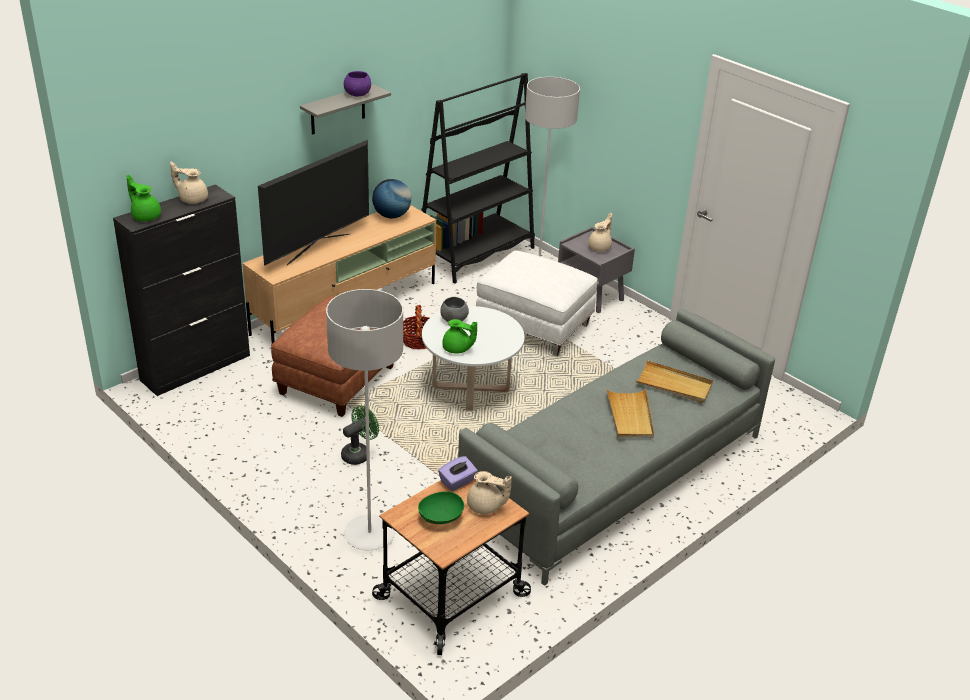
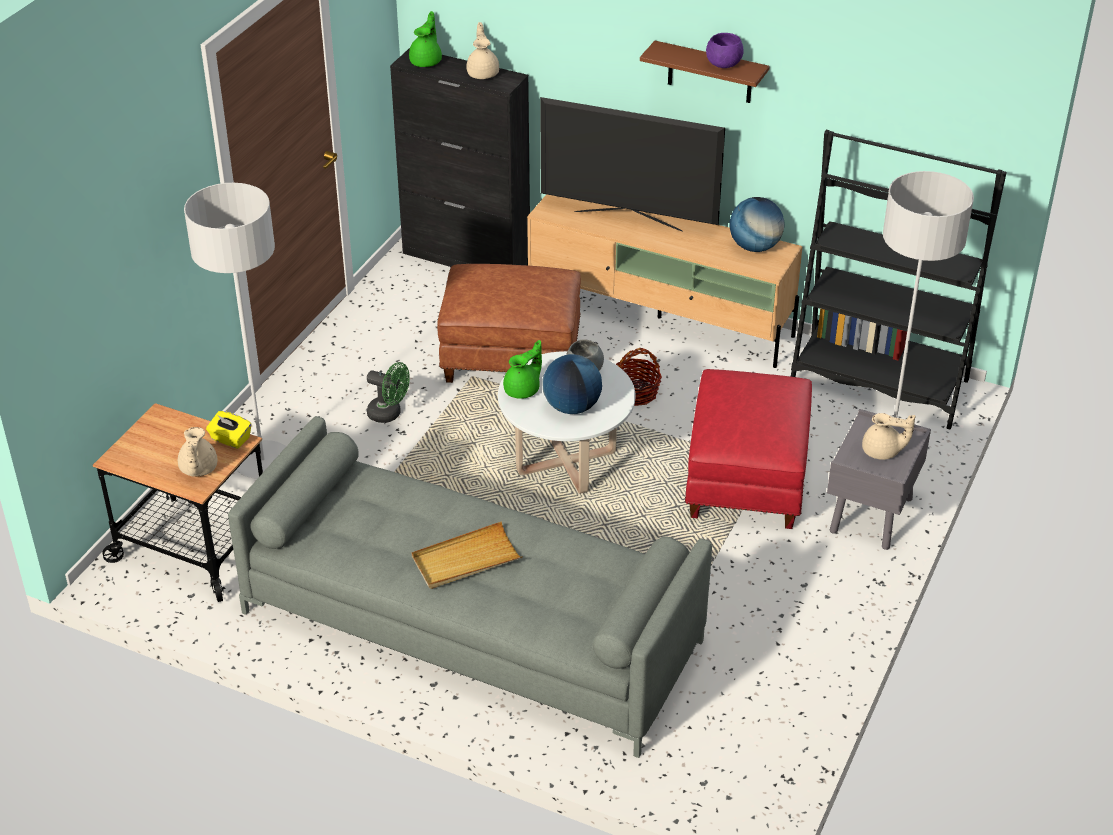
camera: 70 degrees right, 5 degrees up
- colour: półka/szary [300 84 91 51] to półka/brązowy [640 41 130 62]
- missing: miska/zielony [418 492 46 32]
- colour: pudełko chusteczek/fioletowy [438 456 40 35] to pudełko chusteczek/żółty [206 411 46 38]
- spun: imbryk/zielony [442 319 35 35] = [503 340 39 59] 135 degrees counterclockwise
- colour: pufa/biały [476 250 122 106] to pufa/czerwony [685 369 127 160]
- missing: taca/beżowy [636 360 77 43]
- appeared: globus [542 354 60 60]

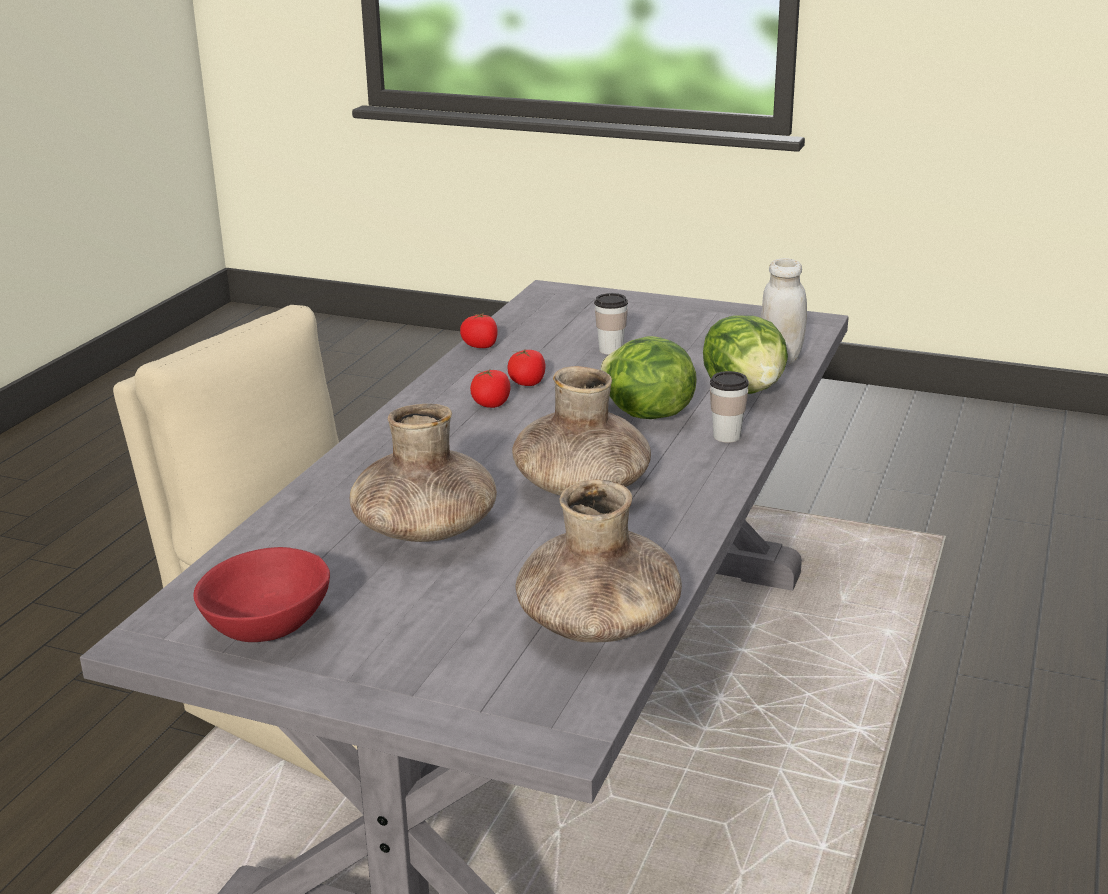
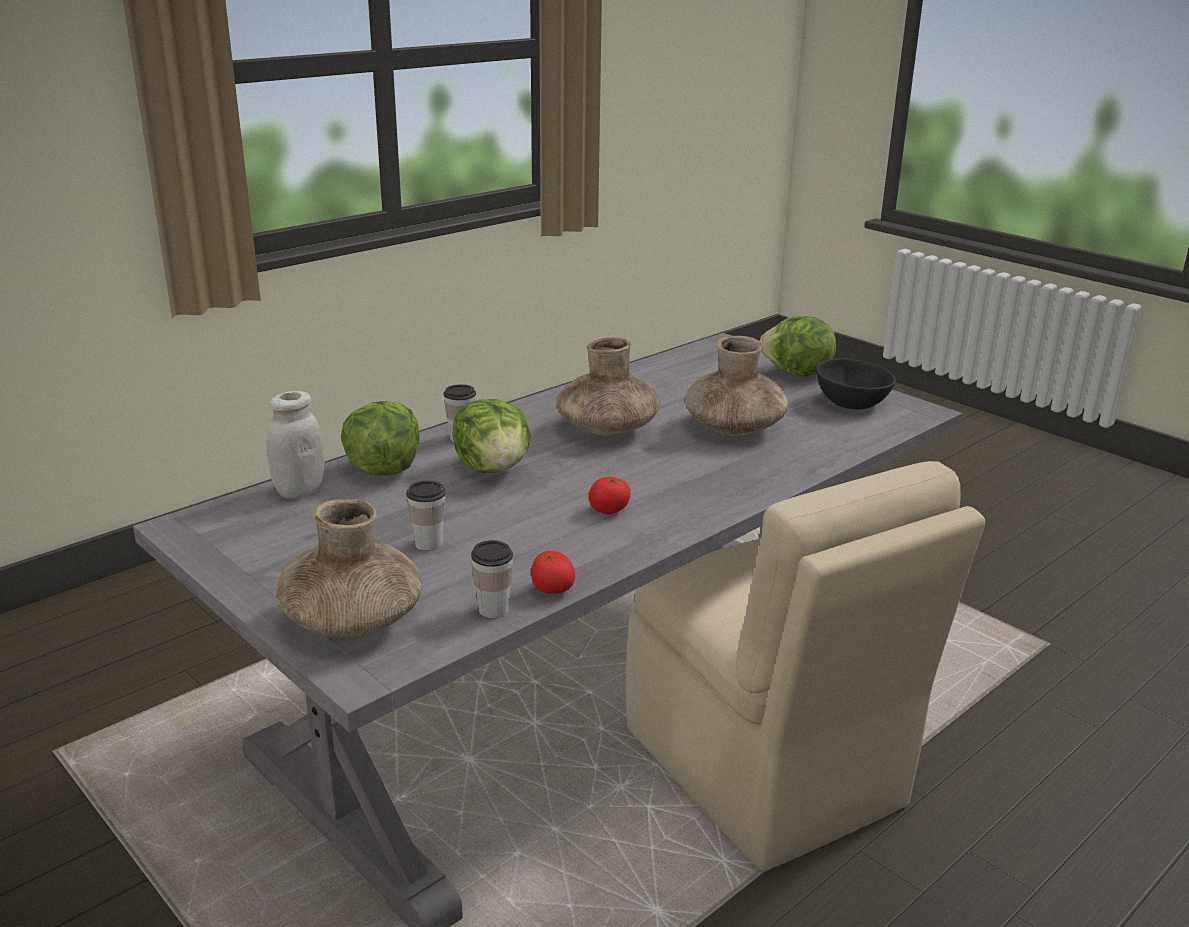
camera: 155 degrees left, 0 degrees up
- colour: miska/czerwony [193 547 137 95] to miska/czarny [816 358 80 51]
- missing: pomidor [507 349 39 37]
- relocated: wazon/brązowy [516 480 166 163] to [276 499 146 138]
- appeared: filiżanka [471 540 42 78]
- appeared: sałata [759 315 77 62]

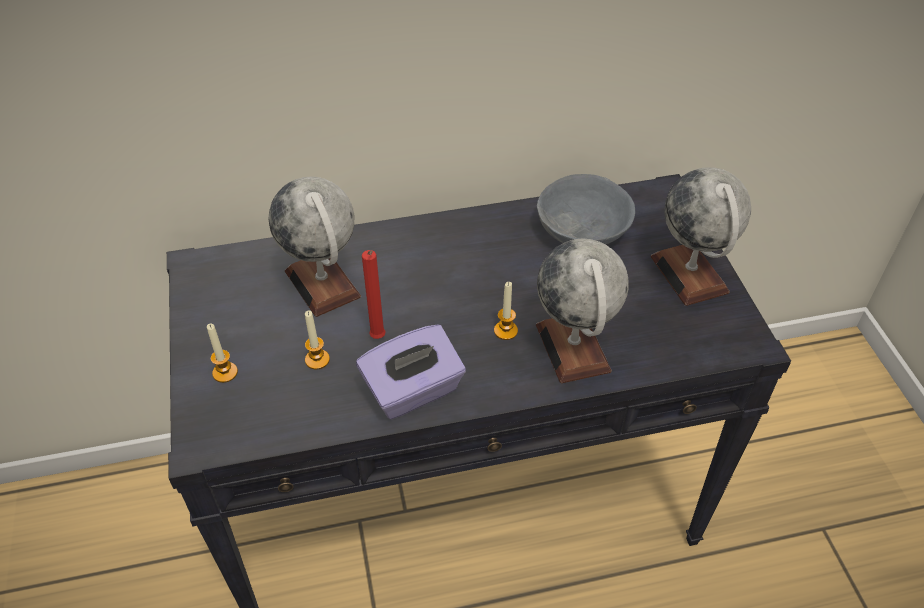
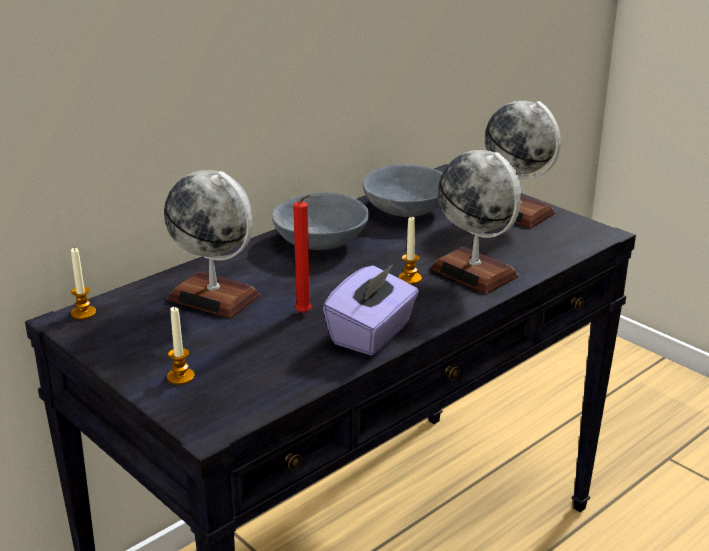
camera: 30 degrees left, 20 degrees down
- relocated: świeca [305 310 25 60] to [71 247 25 72]
- appeared: miska/szary [272 192 98 58]

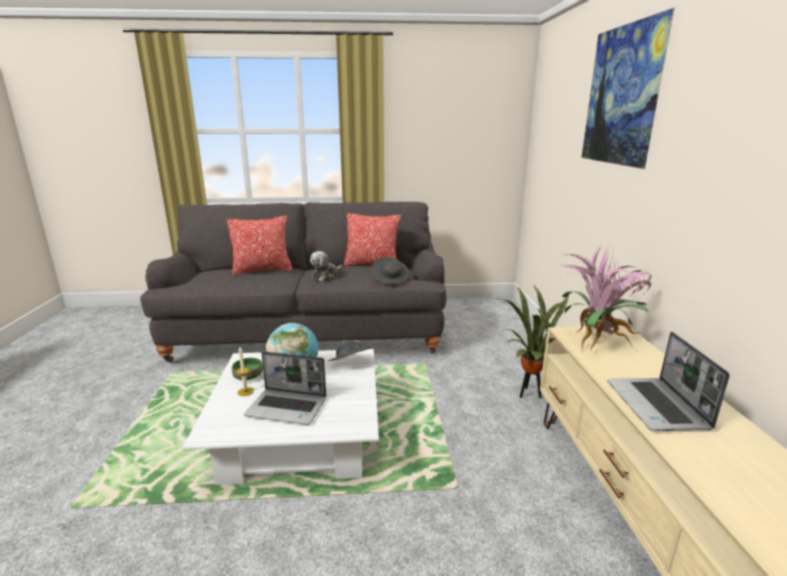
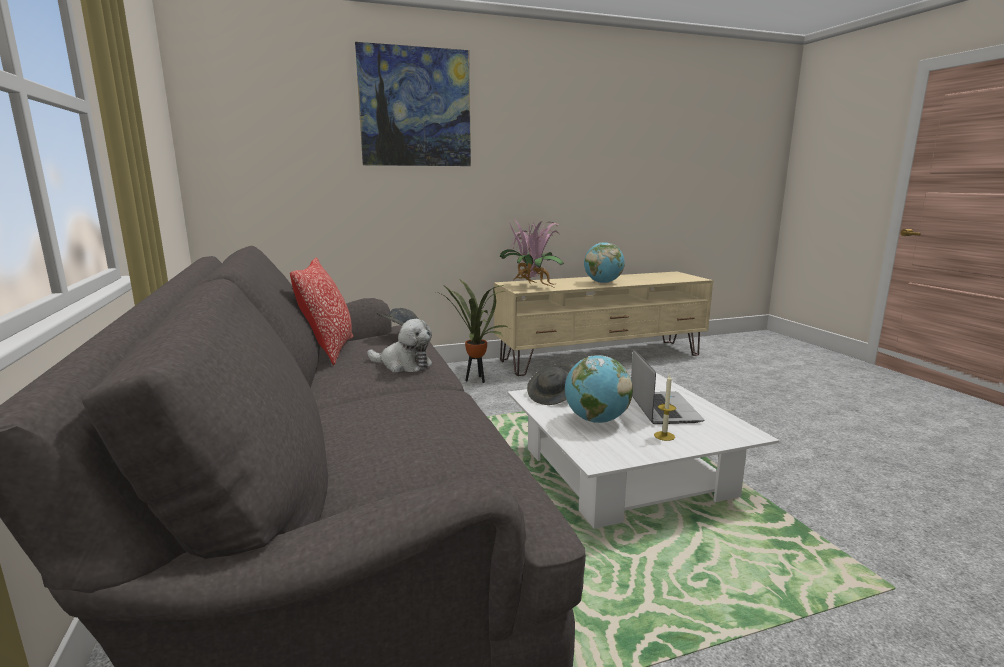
camera: 105 degrees left, 5 degrees down
- missing: poduszka [227 216 65 60]
- missing: miska/zielony [232 358 31 22]
- exchanged: laptop [607 332 123 99] to globus [584 242 41 41]

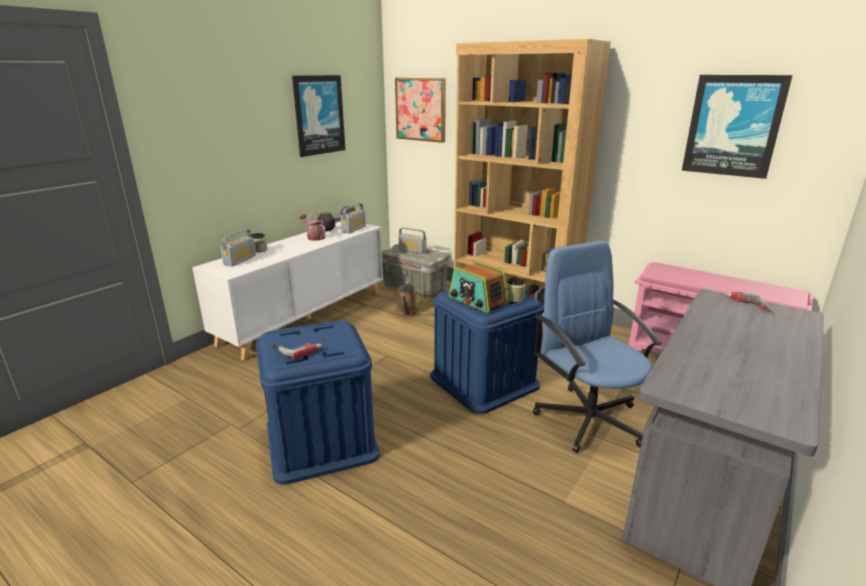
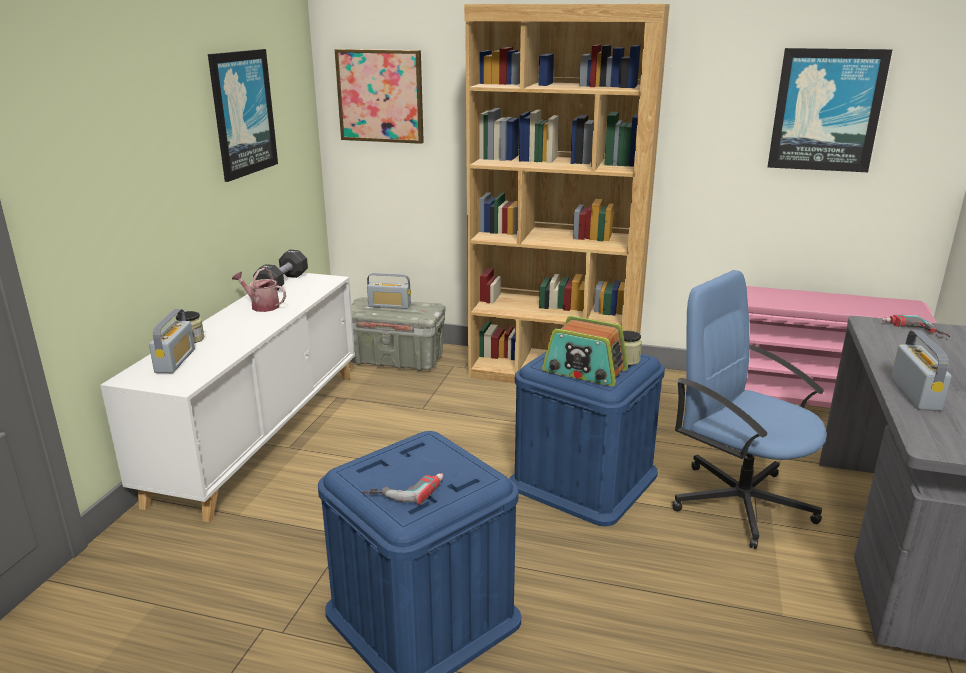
camera: 20 degrees left, 0 degrees up
- relocated: radio [341 203 25 30] to [891 330 61 81]
- missing: konewka/brązowy [395 282 24 34]

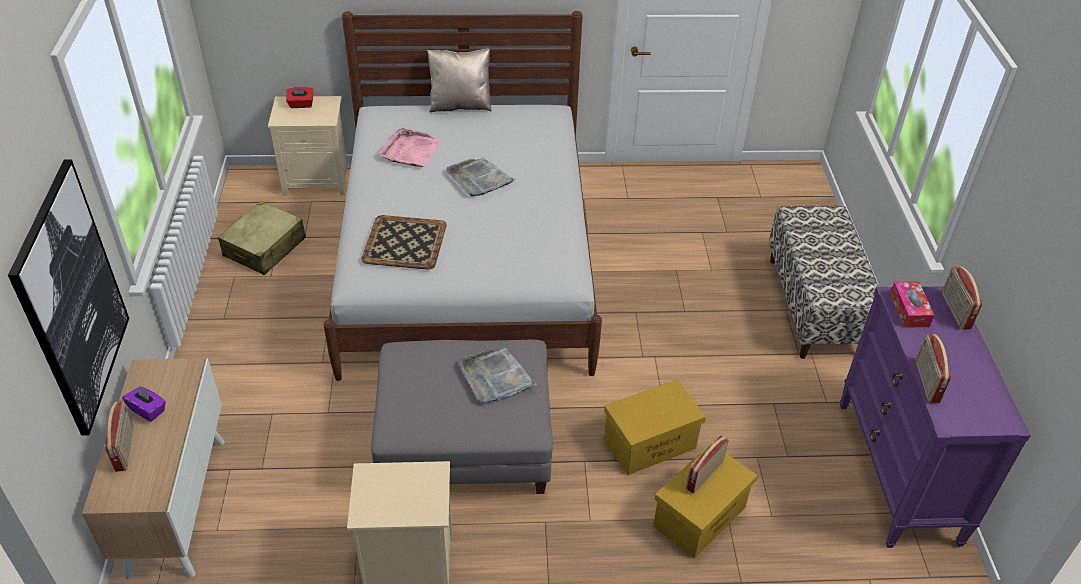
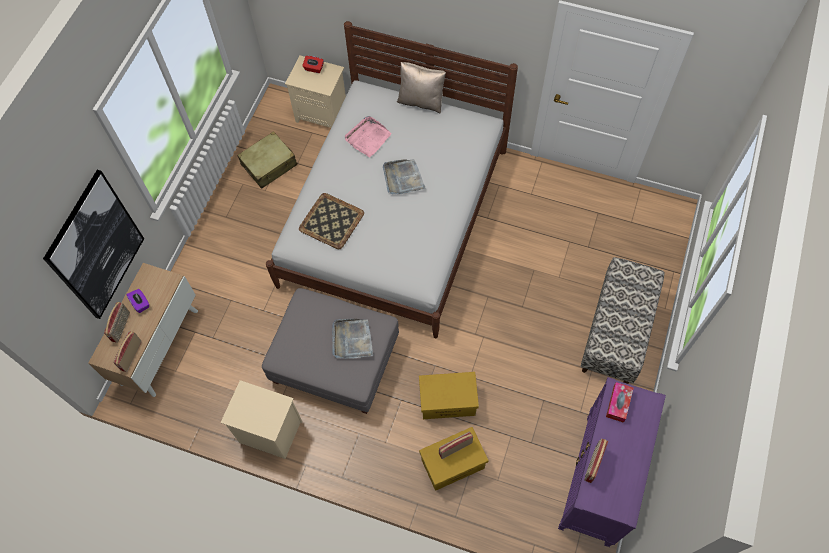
camera: 25 degrees right, 20 degrees up
- relocated: radio [942 266 40 63] to [113 331 29 41]

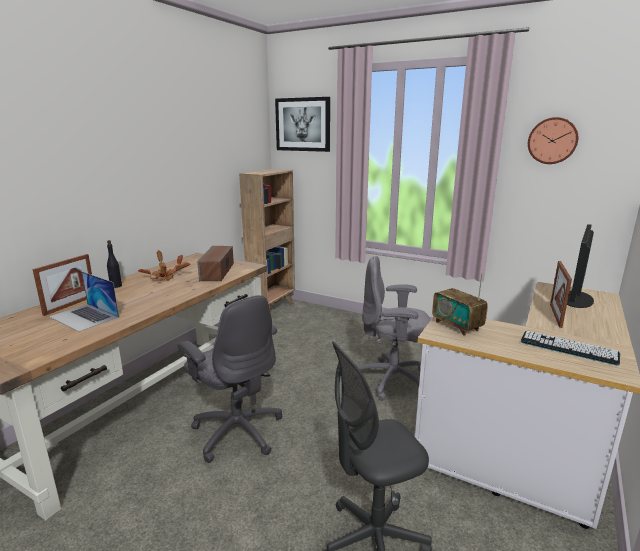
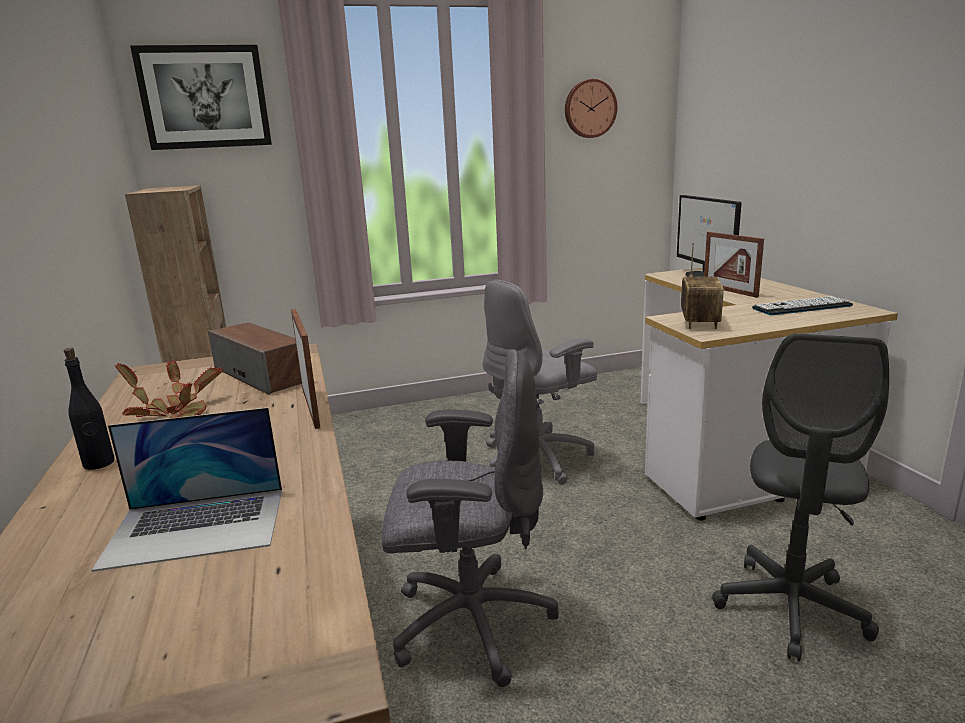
camera: 45 degrees left, 0 degrees up
- relocated: ramka na zdjęcie [32 254 60 62] to [291 309 29 120]
- spun: radio [432 274 56 62] = [681 243 43 86] 90 degrees counterclockwise

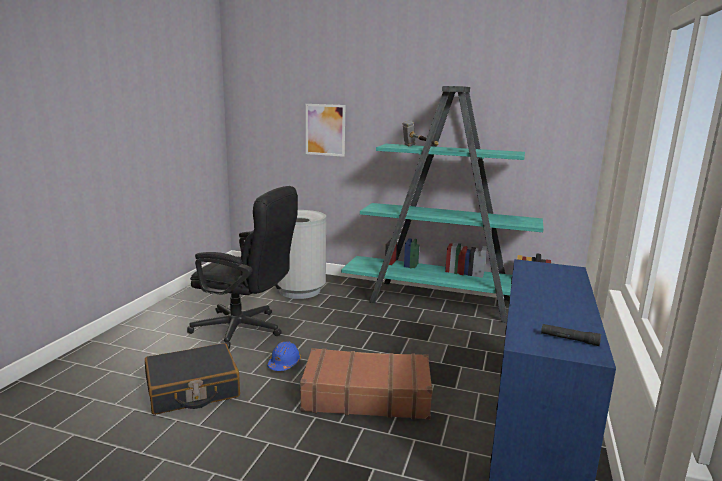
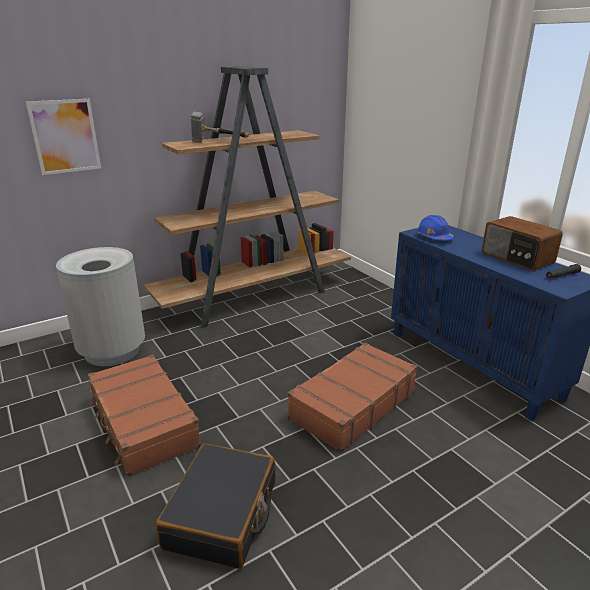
camera: 50 degrees left, 10 degrees up
- exchanged: krzesło biurowe/czarny [187 186 111 163] to walizka/brązowy [88 354 113 123]
- relocated: kask/niebieski [267 341 34 30] to [416 215 38 26]
- colour: regał/turkusowy [341 86 210 237] to regał/brązowy [144 66 207 261]
- appeared: radio [482 216 81 55]

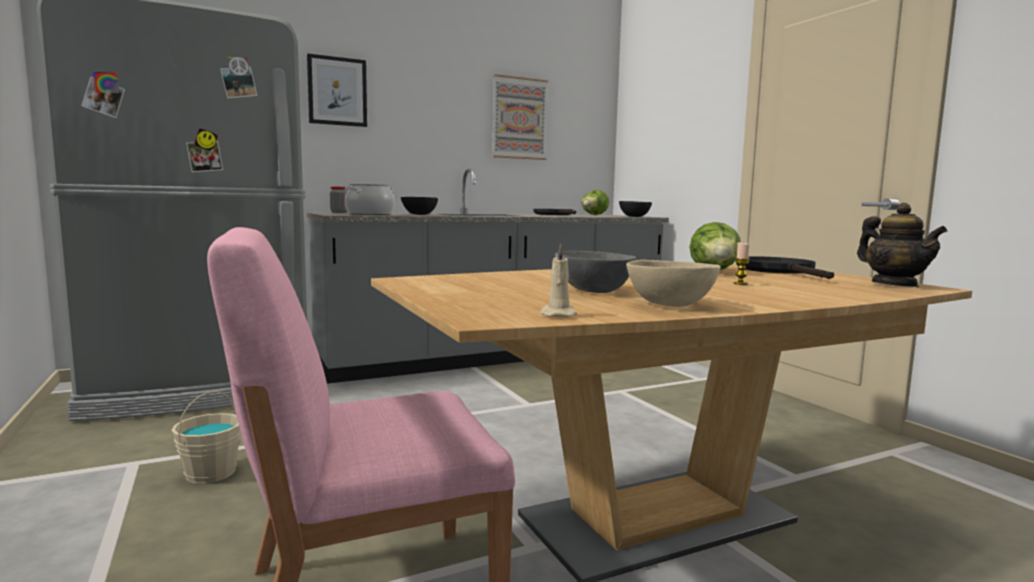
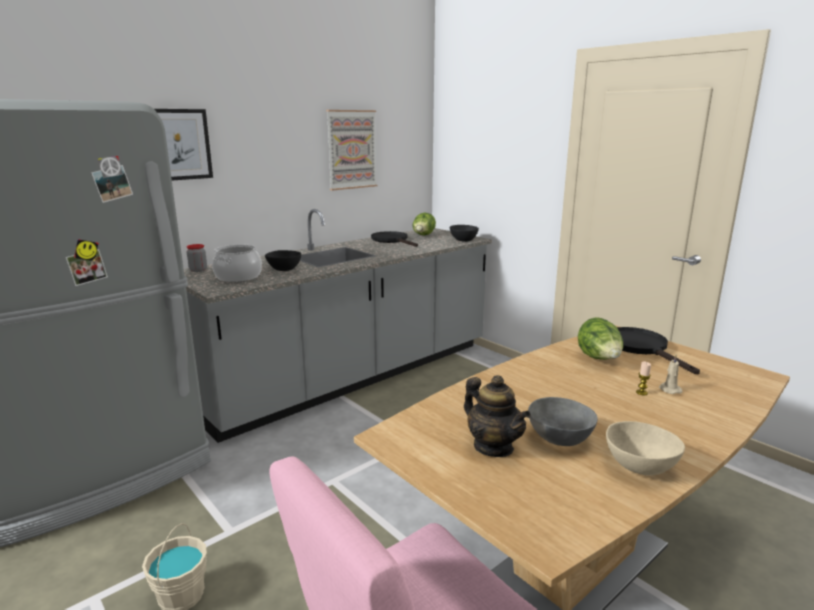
camera: 15 degrees left, 10 degrees up
- relocated: świeca/beżowy [540 244 37 73] to [659 355 23 39]
- relocated: imbryk [857 203 90 84] to [464 375 67 82]

